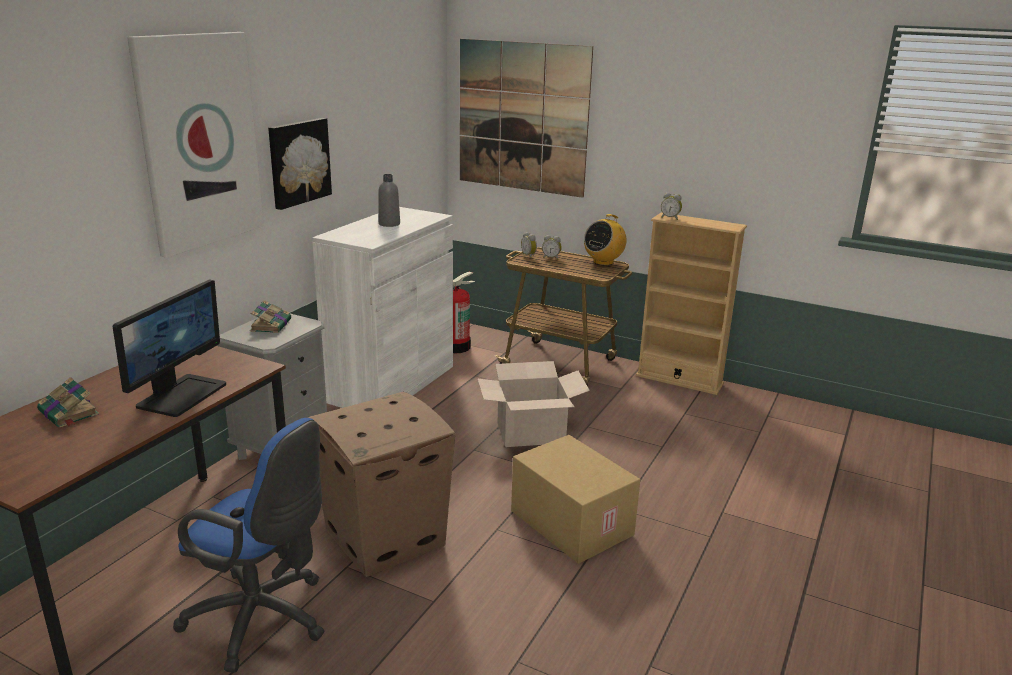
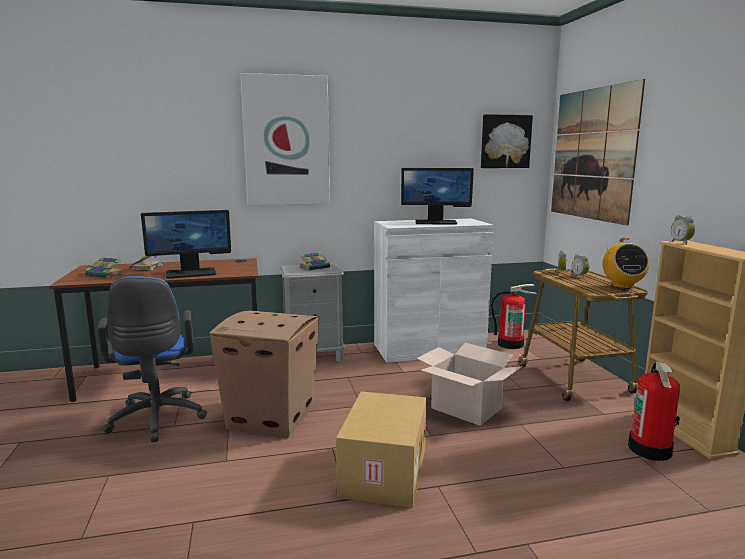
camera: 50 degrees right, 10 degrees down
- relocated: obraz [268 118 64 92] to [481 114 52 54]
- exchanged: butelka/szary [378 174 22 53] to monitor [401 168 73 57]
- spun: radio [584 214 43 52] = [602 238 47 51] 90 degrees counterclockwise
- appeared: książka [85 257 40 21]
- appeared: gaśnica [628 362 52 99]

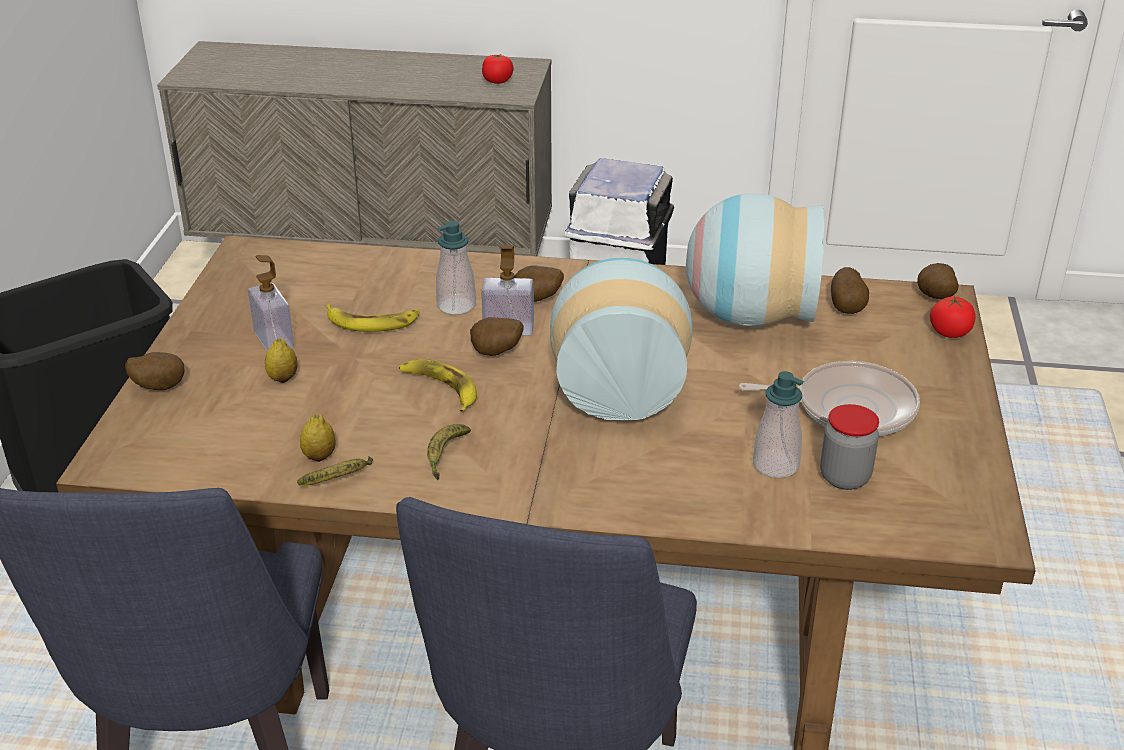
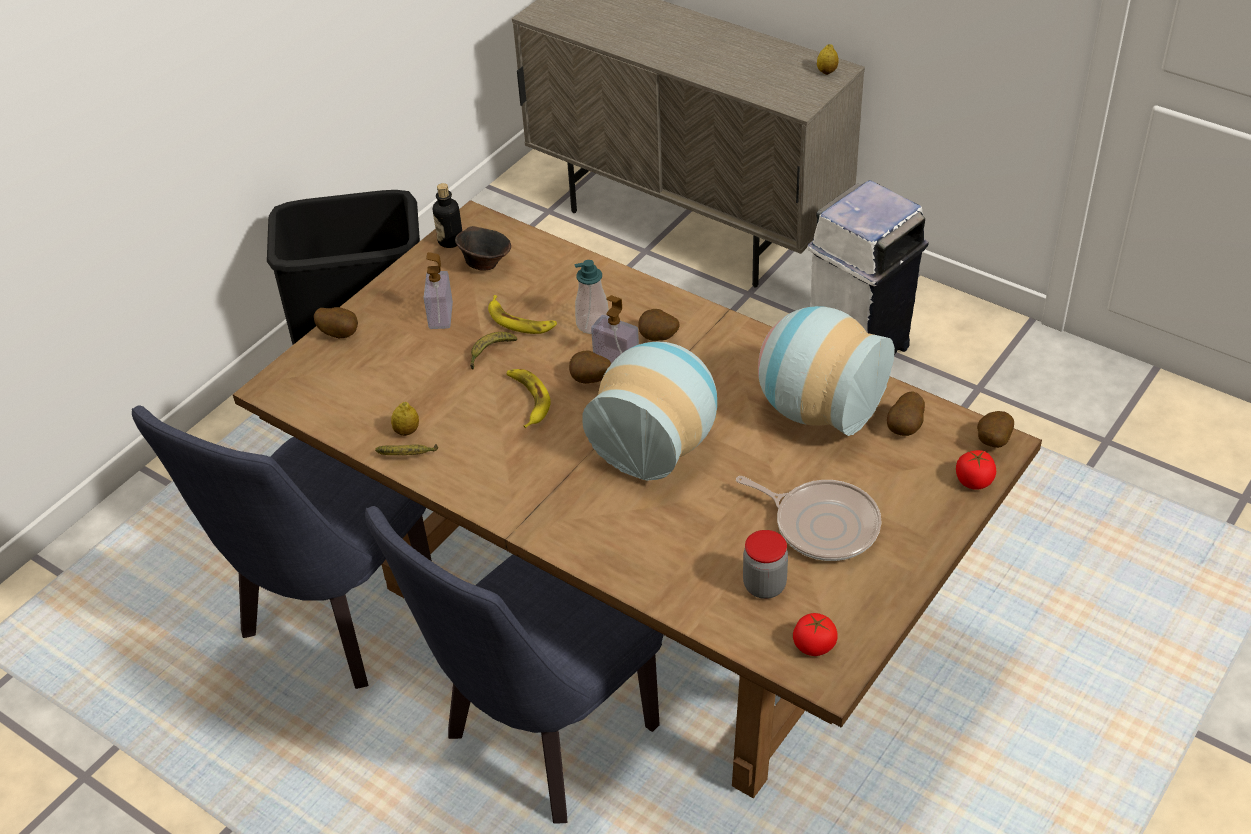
camera: 30 degrees right, 10 degrees up
- relocated: cytryna [265 338 33 45] to [817 44 22 31]
- relocated: banan [427 424 44 56] to [470 332 47 38]
- relocated: pomidor [482 54 32 30] to [793 613 45 43]
- missing: dozownik mydła [753 371 51 107]
- appeared: butelka [433 183 29 65]
- appeared: miska/brązowy [455 226 56 45]

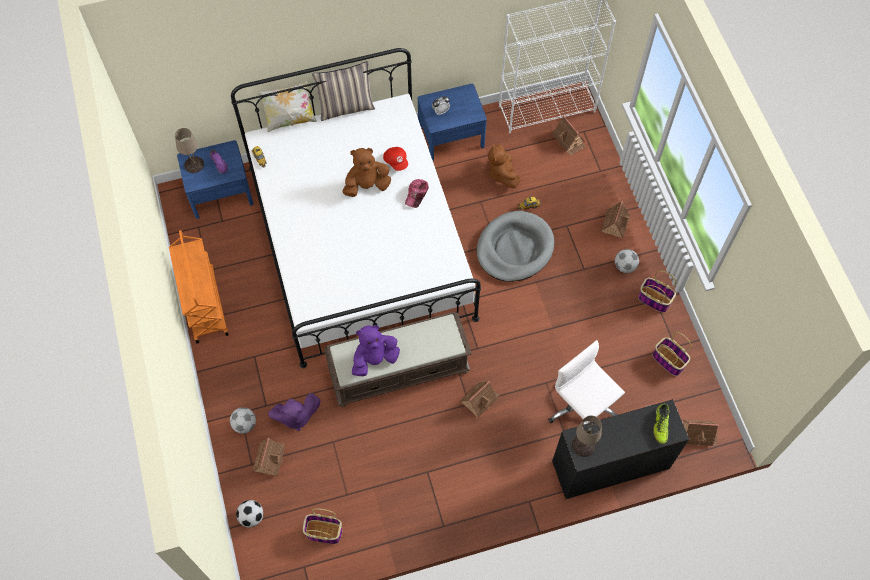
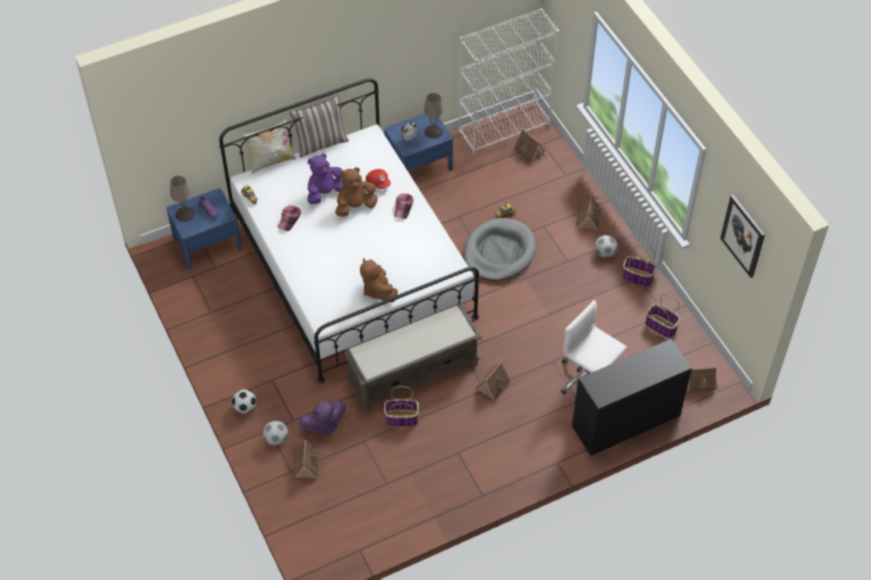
camera: 10 degrees left, 10 degrees down
- missing: wózek/pomarańczowy [169 230 60 113]
- relocated: piłka futbolowa [236 500 27 27] to [232 389 24 25]
- relocated: koszyk [303 508 40 36] to [384 386 35 41]
- relocated: pluszak/fioletowy [352 325 48 51] to [307 154 37 50]
- relocated: pluszak/brązowy [488 143 33 45] to [360 258 38 44]
- relocated: lampa stołowa/beżowy [572 416 30 41] to [424 93 19 46]
- missing: but [653 404 16 40]
- appeared: czapka z daszkiem [278 206 23 25]
- appeared: obraz [720 195 45 83]

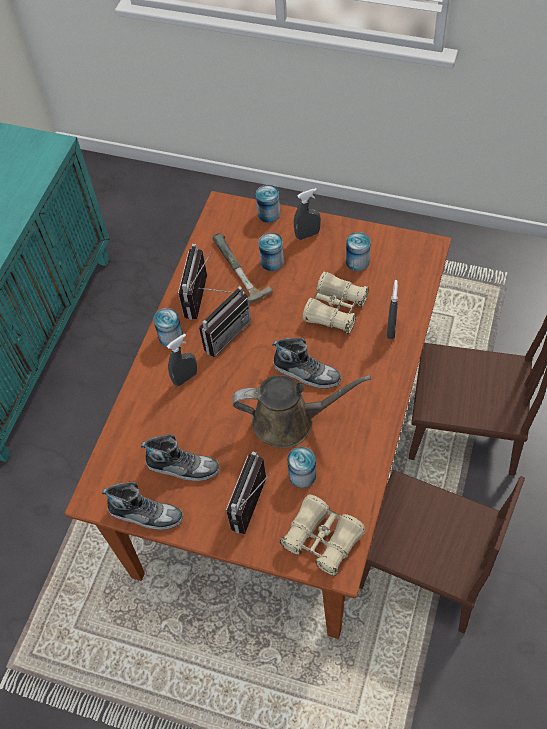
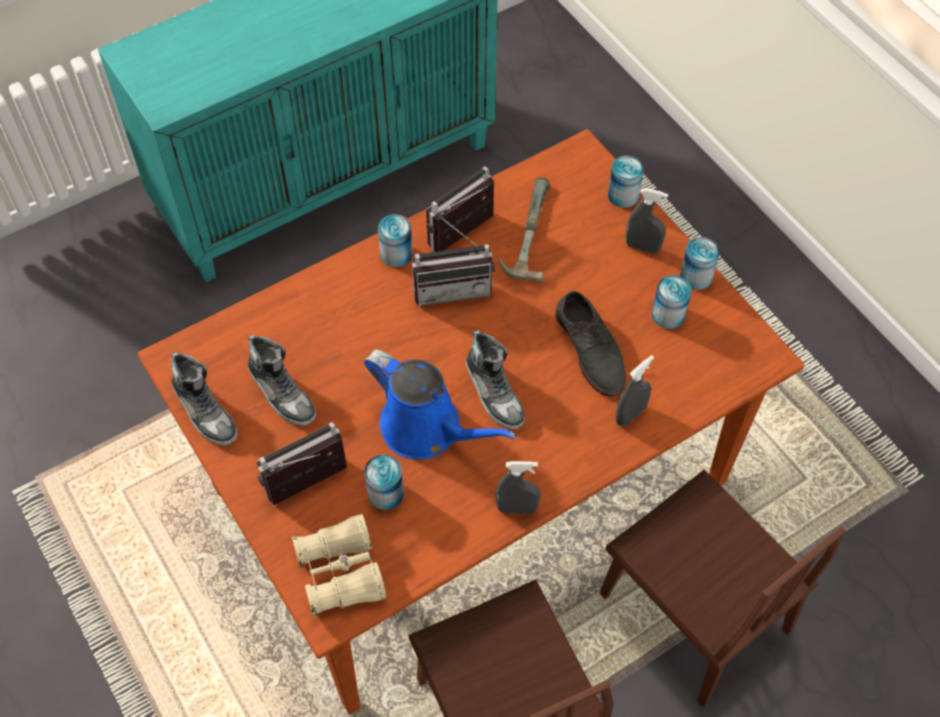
camera: 35 degrees right, 0 degrees up
- relocated: spryskiwacz/szary [167 334 30 52] to [496 461 45 53]
- colour: konewka/brązowy [233 375 138 74] to konewka/niebieski [364 350 152 110]
- relocated: puszka [259 232 25 39] to [680 237 40 53]
- exchanged: lornetka/beżowy [303 272 66 62] to but/szary [555 291 71 106]

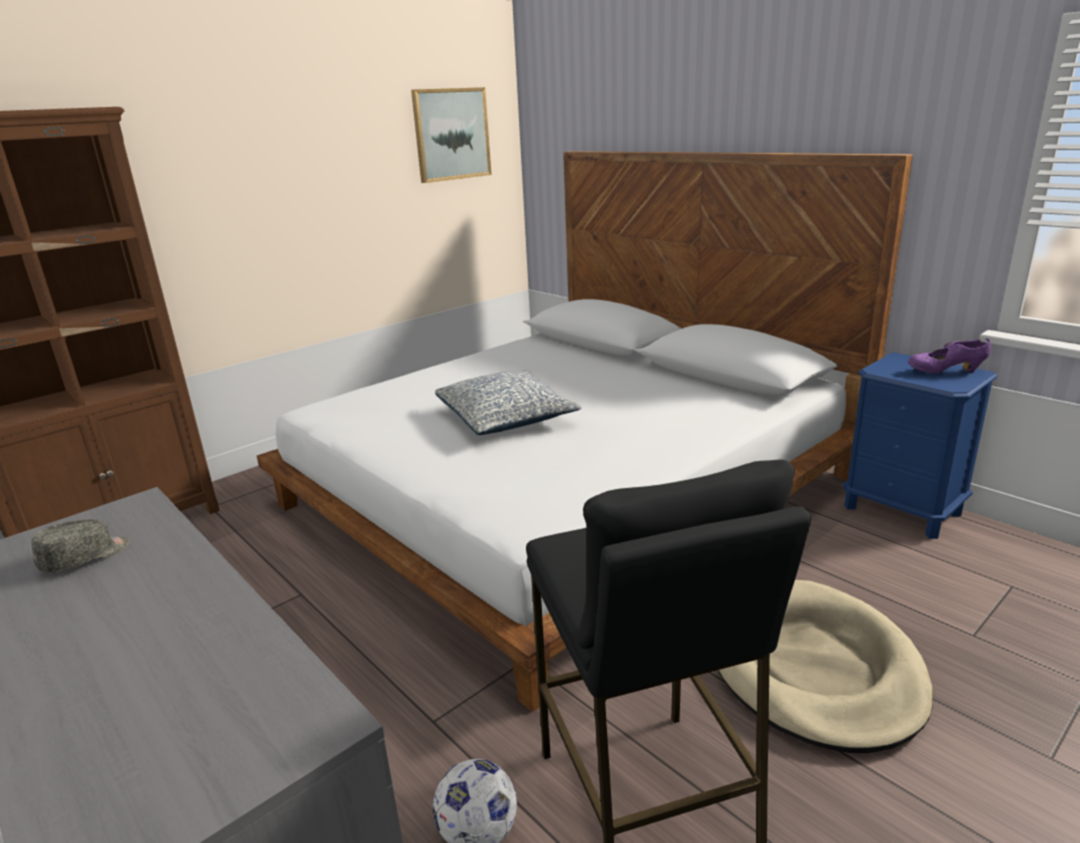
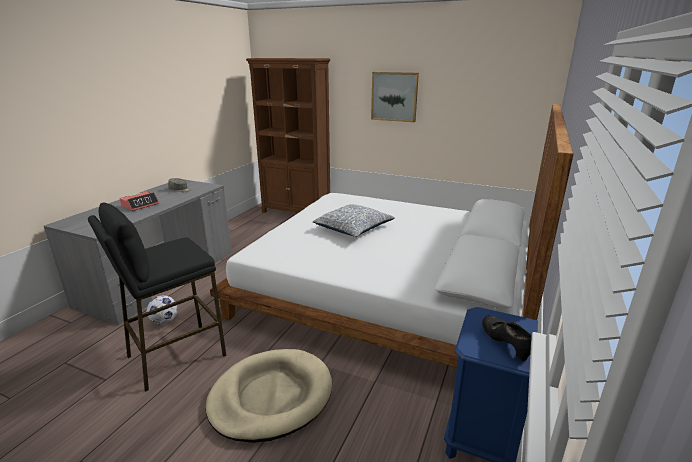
camera: 65 degrees right, 0 degrees up
- relocated: obraz [411 87 80 96] to [371 72 48 50]
- colour: but/fioletowy [908 338 83 36] to but/czarny [482 315 50 46]
- appeared: budzik [120 191 39 20]

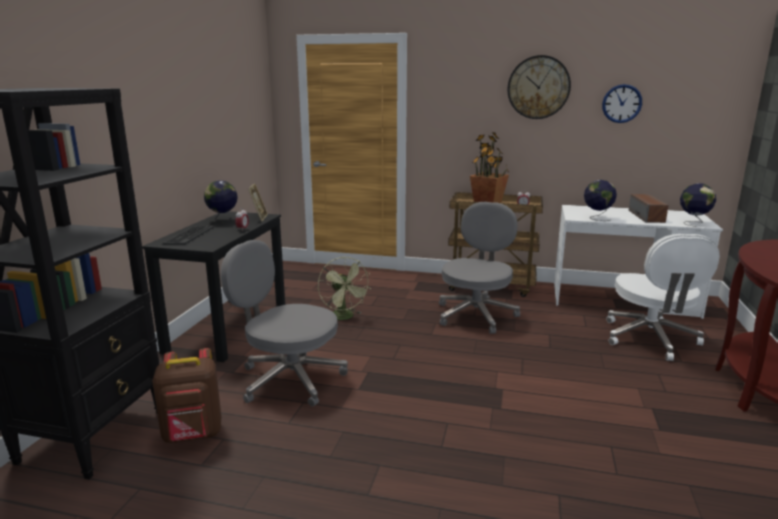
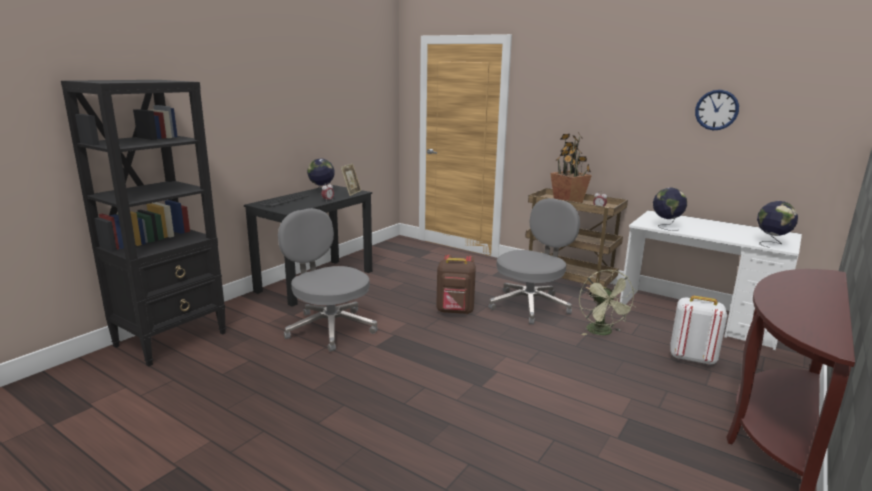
camera: 20 degrees right, 0 degrees up
- relocated: plecak/brązowy [152 348 69 95] to [436 255 40 59]
- relocated: wentylator/zielony [318 257 53 63] to [579 270 59 65]
- missing: zegar ścienny [507 55 64 64]
- exchanged: krzesło biurowe/biały [606 234 114 127] to plecak/biały [670 296 57 69]
- missing: głośnik [629 194 39 29]

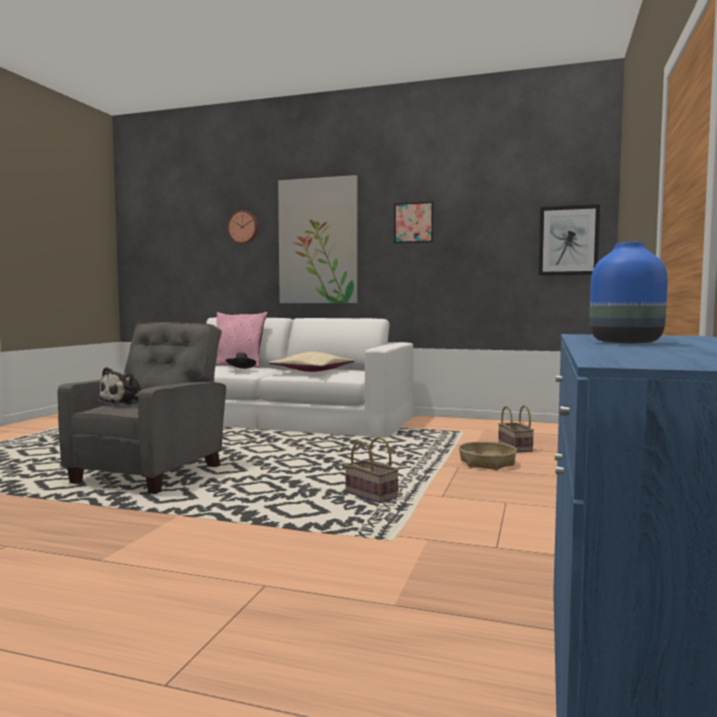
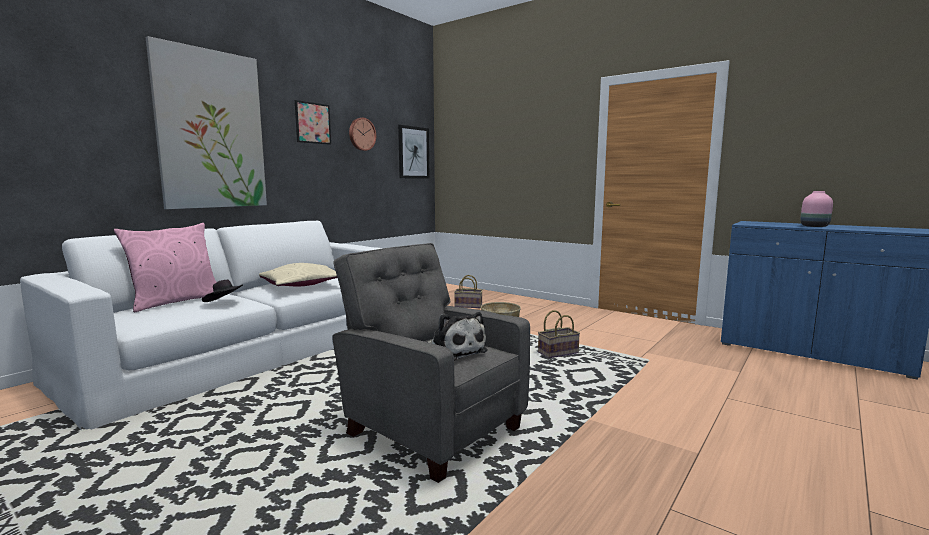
camera: 70 degrees left, 5 degrees up
- relocated: zegar ścienny [227 210 31 34] to [349 118 27 33]
- colour: wazon/niebieski [590 242 78 101] to wazon/różowy [800 191 33 36]

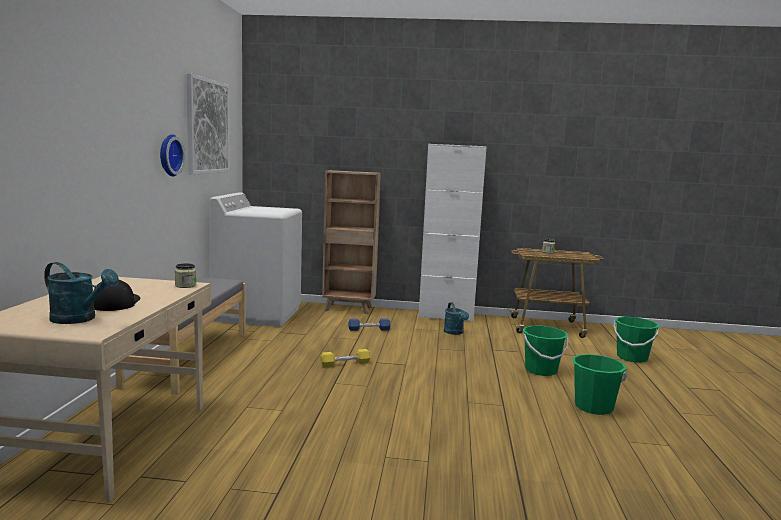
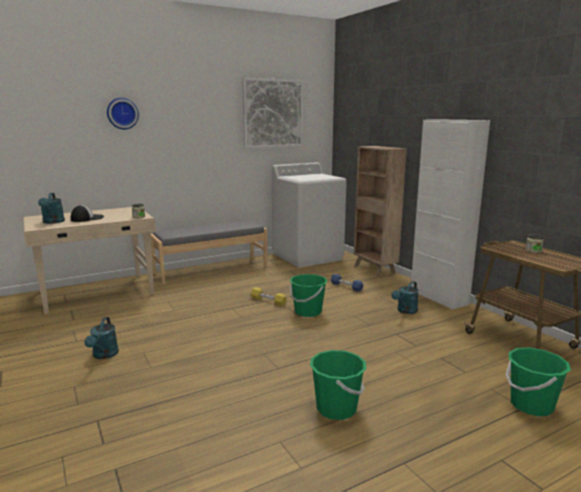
camera: 55 degrees right, 5 degrees up
- relocated: zegar ścienny [160 134 25 42] to [107 98 32 31]
- relocated: wiadro/zielony [523 326 45 50] to [290 274 38 43]
- appeared: konewka/turkusowy [84 317 35 42]

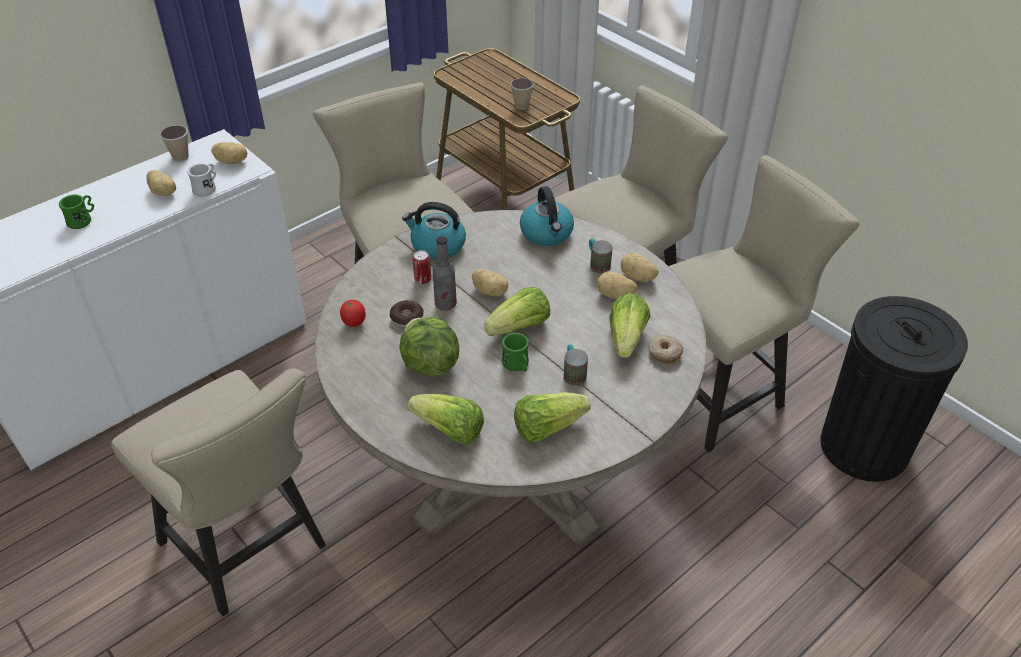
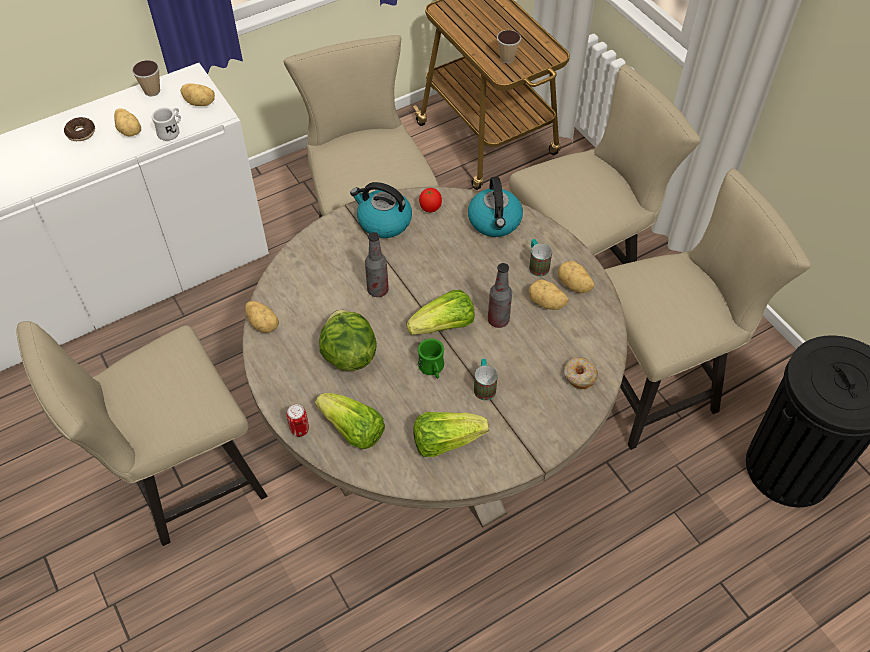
camera: 10 degrees right, 10 degrees up
- missing: kubek/zielony [59 195 35 34]
- spun: krzesło/beżowy [111 369 215 247] = [16 321 251 225] 90 degrees clockwise
- relocated: pomidor [340 300 26 27] to [419 188 23 24]
- relocated: donut [390 300 34 27] to [64 117 31 24]
- relocated: puszka [413 250 18 34] to [287 404 22 33]
- relocated: ziemniak [472 269 36 28] to [245 301 34 32]
- missing: sałata [609 293 42 65]
- appeared: butelka [488 263 24 65]

